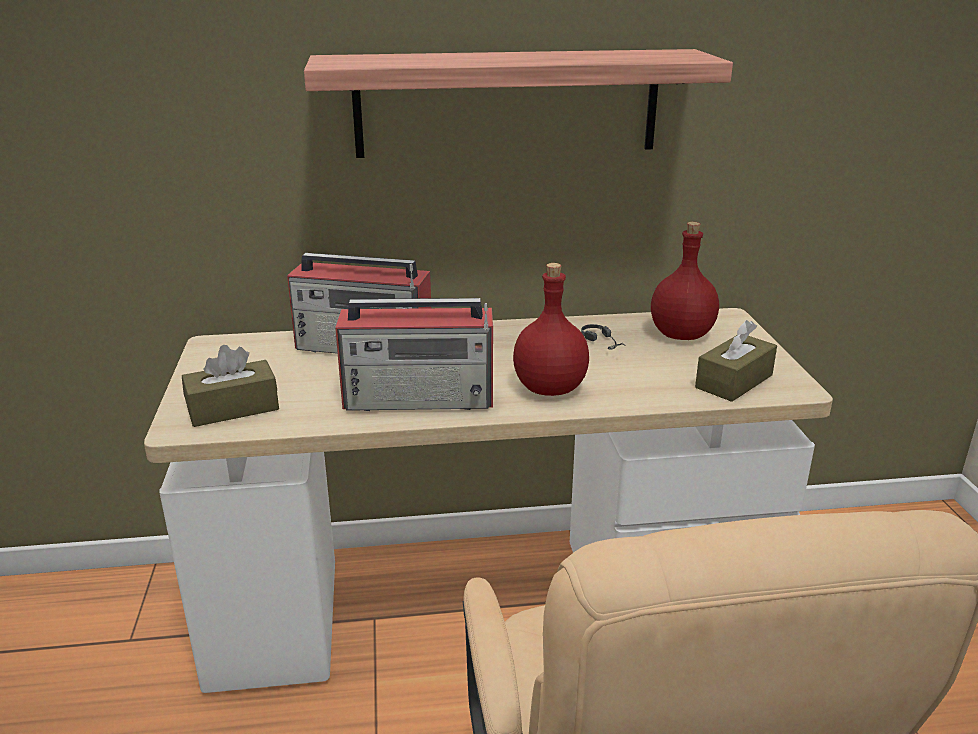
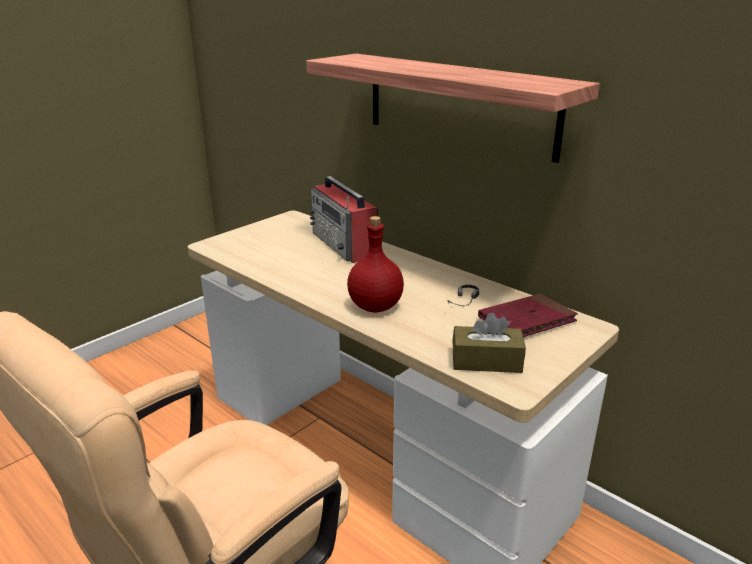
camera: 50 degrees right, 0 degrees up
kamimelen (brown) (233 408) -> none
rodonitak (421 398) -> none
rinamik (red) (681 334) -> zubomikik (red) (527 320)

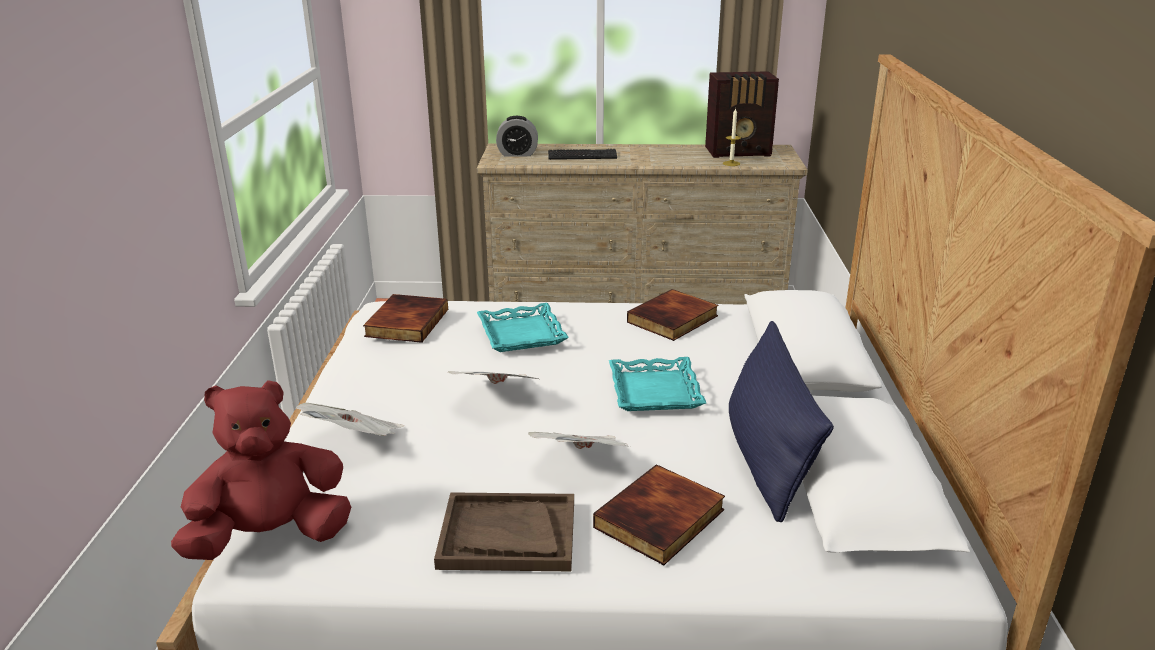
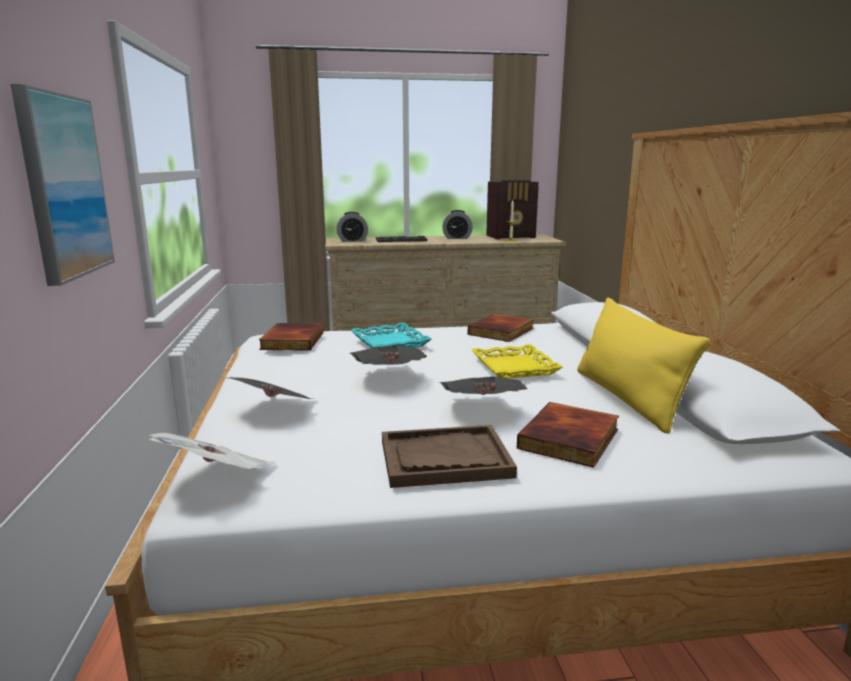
camera: 10 degrees left, 10 degrees down
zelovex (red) (271 537) -> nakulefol (218 479)
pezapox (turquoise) (654 391) -> pezapox (yellow) (513 367)
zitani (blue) (767 457) -> zitani (yellow) (627 398)
none -> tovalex (64 186)
none -> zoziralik (457 238)

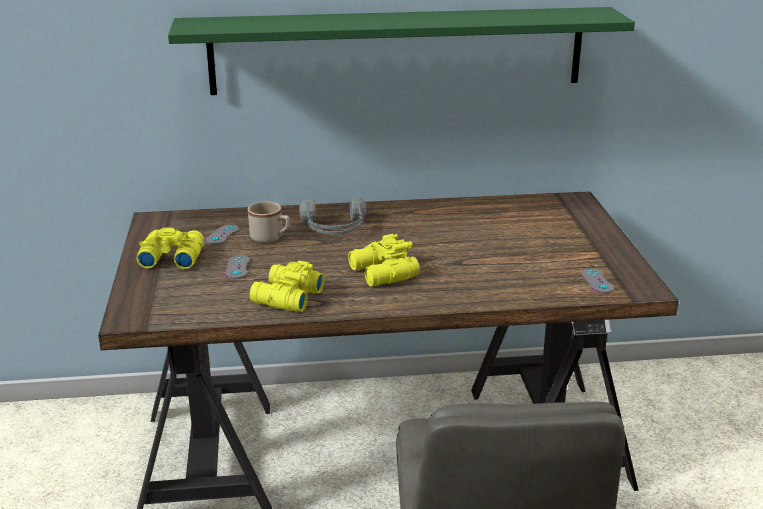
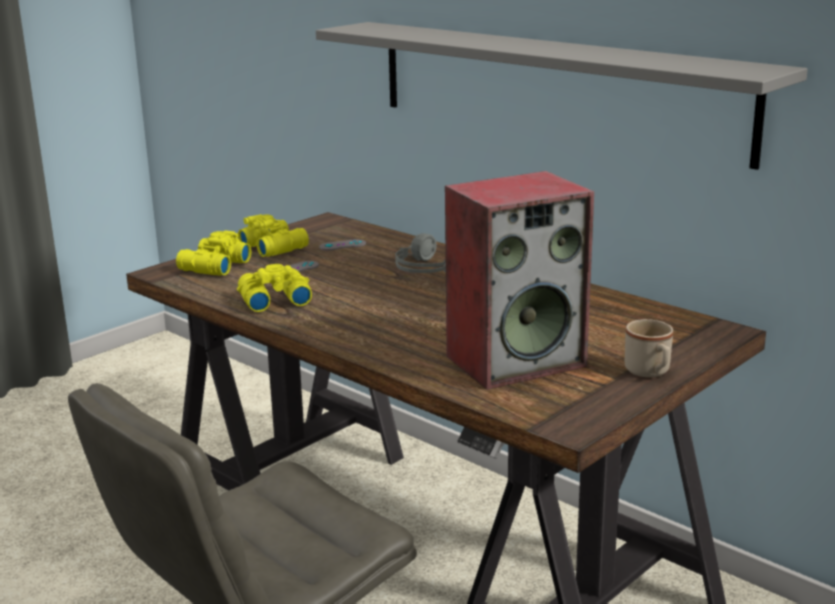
camera: 50 degrees right, 5 degrees down
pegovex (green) (397 50) -> pegovex (grey) (553 88)
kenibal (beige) (270 238) -> kenibal (beige) (650 372), moved
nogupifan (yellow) (382 274) -> nogupifan (yellow) (212 267), moved
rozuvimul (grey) (597 281) -> none
none -> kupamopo (516 360)

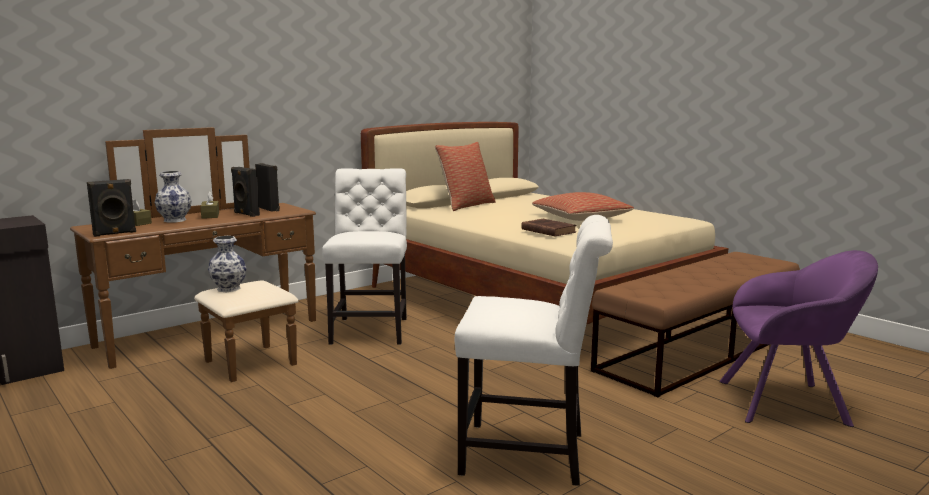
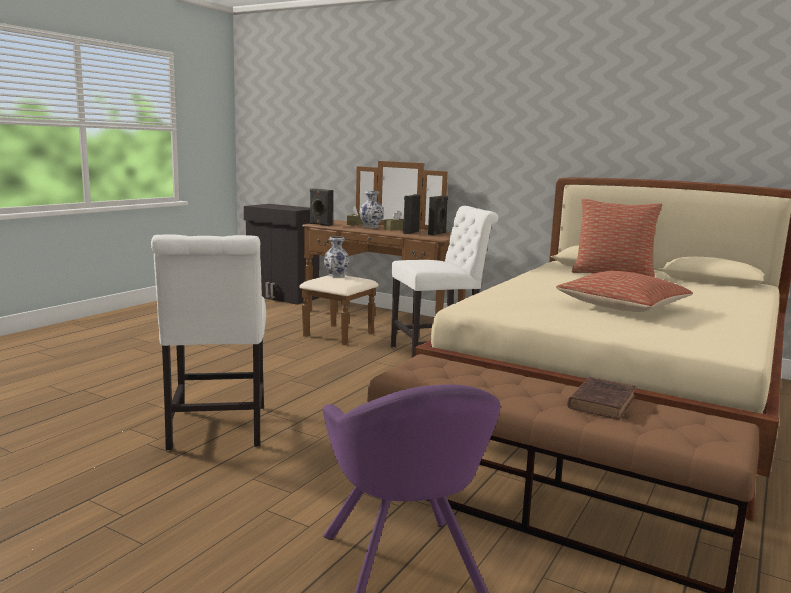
camera: 70 degrees right, 0 degrees up
zubomikik (brown) (547 231) -> zubomikik (brown) (602 402), moved

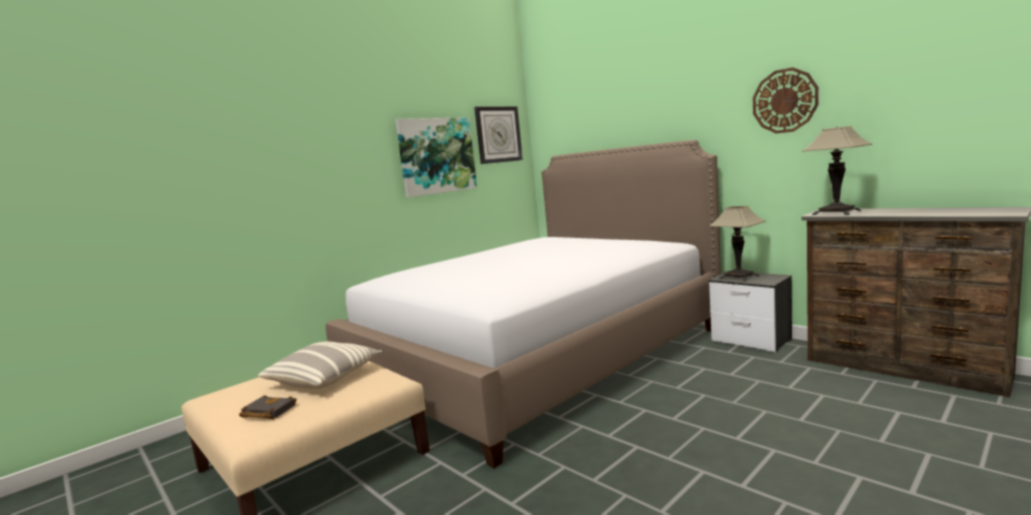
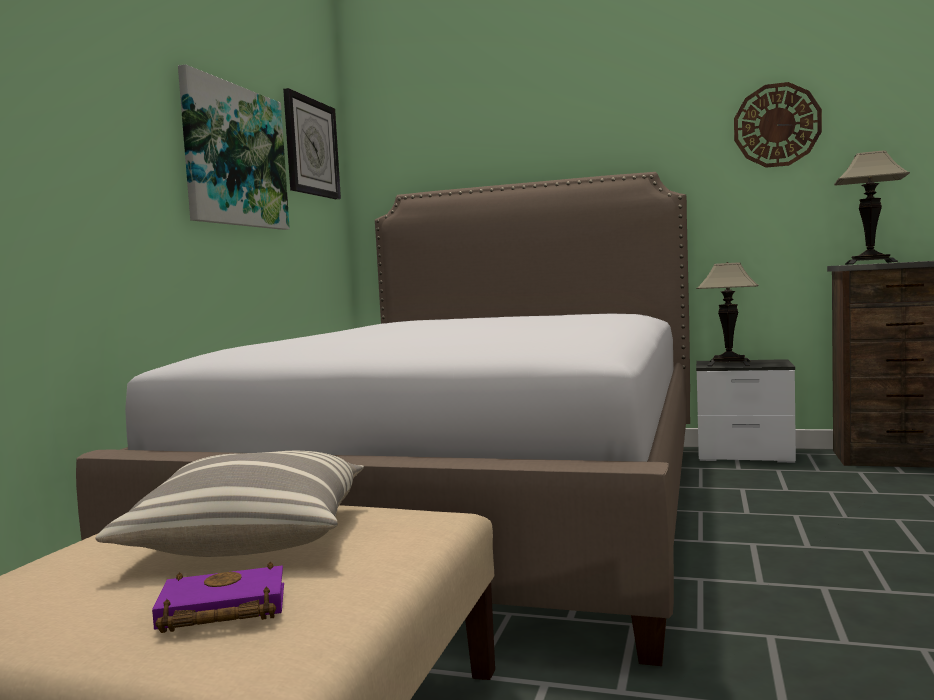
camera: 30 degrees left, 5 degrees down
zubomikik (black) (266 412) -> zubomikik (purple) (219 611)

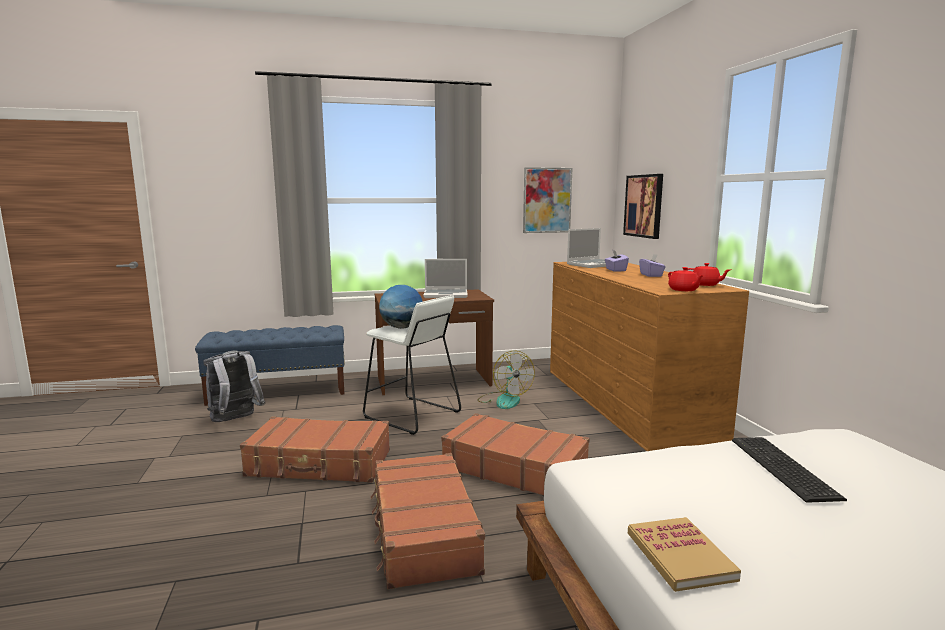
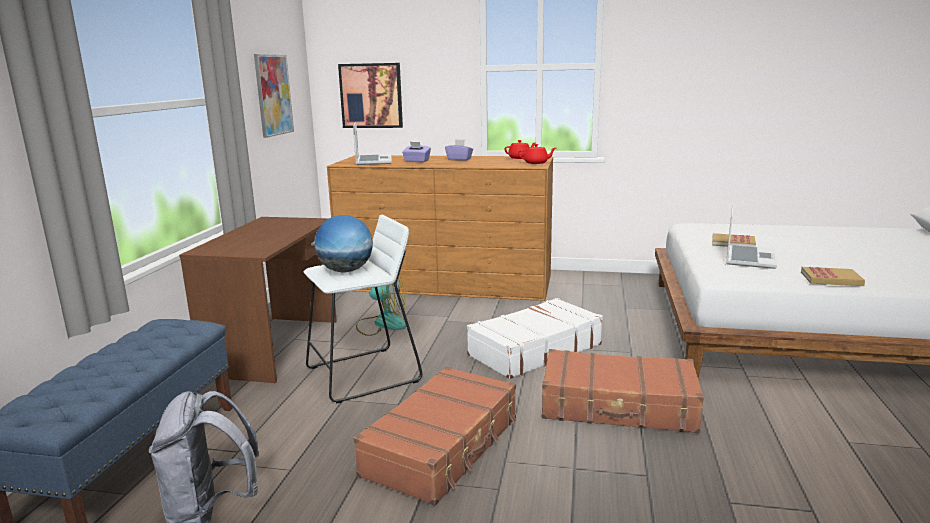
camera: 65 degrees left, 5 degrees up
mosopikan (446 295) -> mosopikan (749 258), moved
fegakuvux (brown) (514 468) -> fegakuvux (white) (534 350)
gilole (781 468) -> zubomikik (733 243)

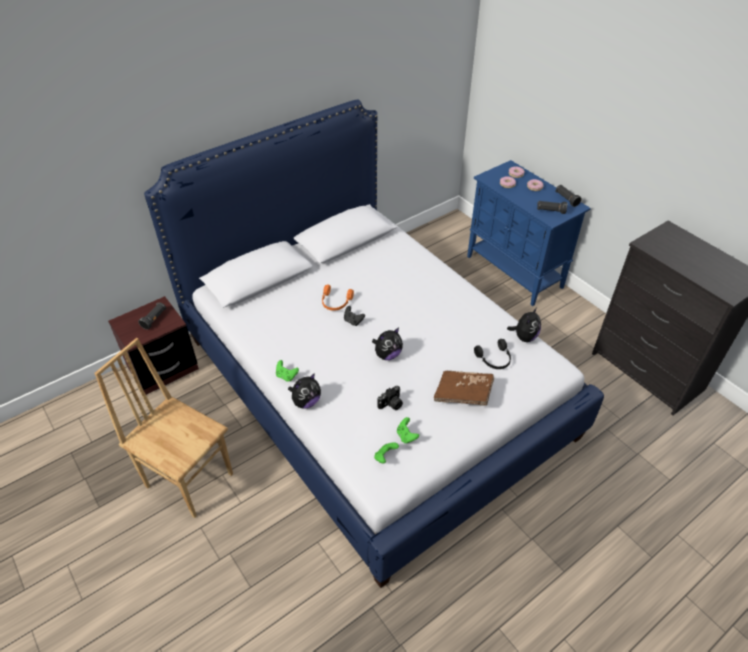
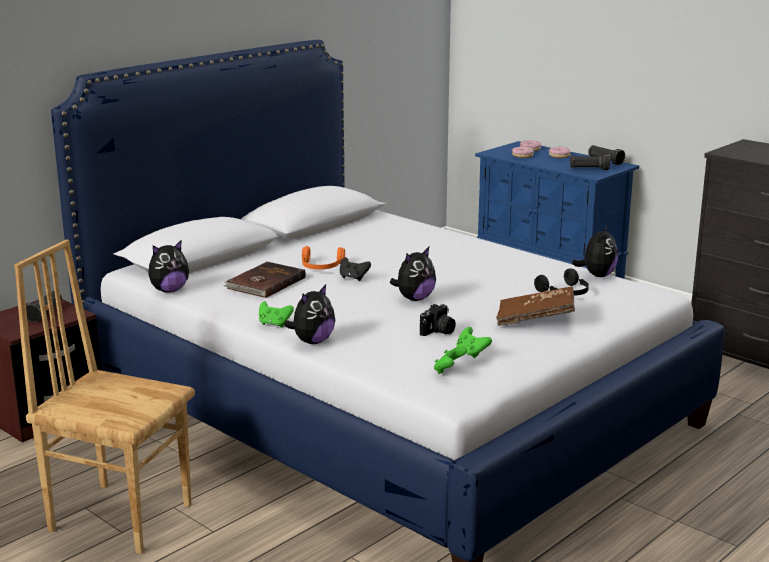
camera: 10 degrees left, 25 degrees down
none -> zelovex (169 290)
none -> zubomikik (brown) (265 283)

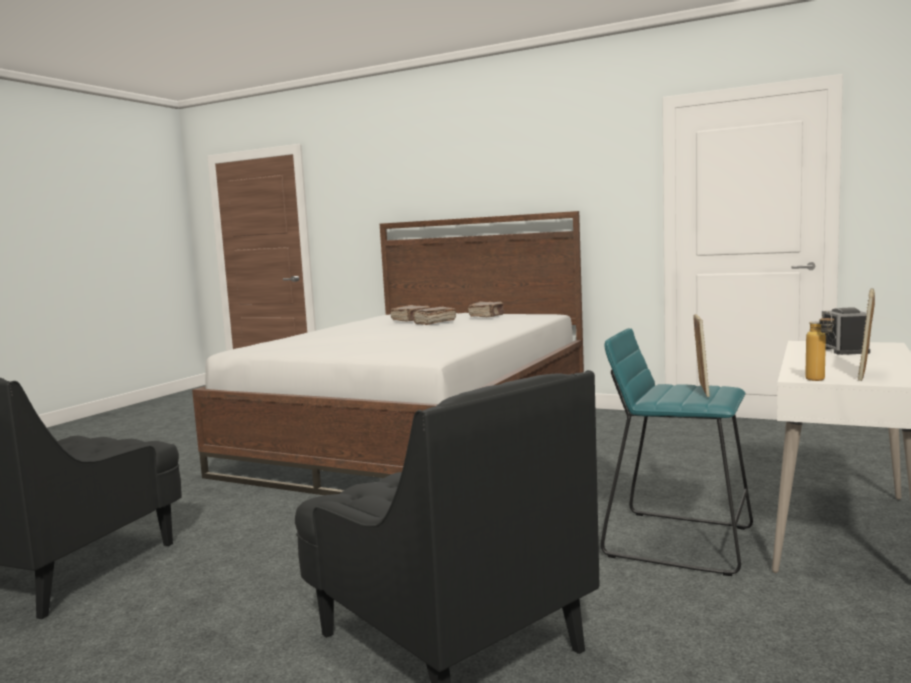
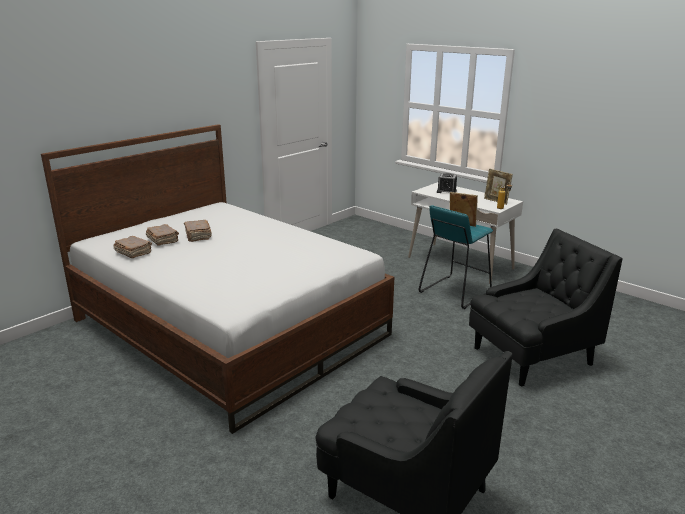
camera: 75 degrees left, 15 degrees up
zubomikik (brown) (487 316) -> zubomikik (brown) (133 253), moved

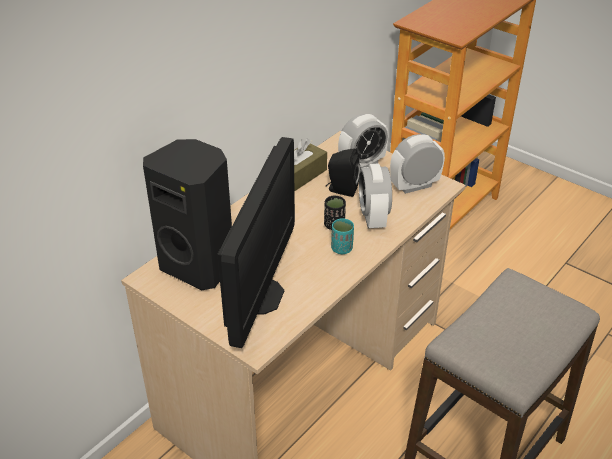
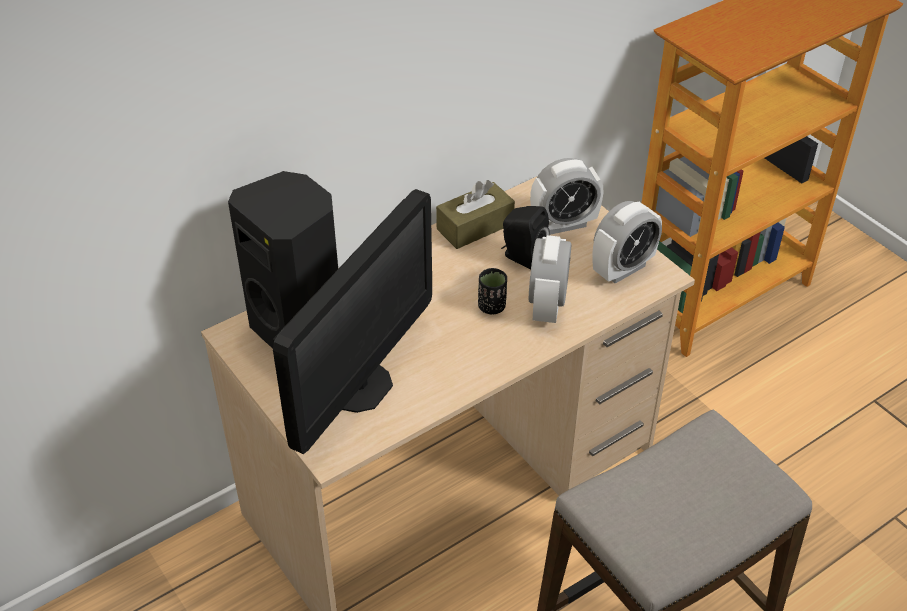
camera: 15 degrees right, 5 degrees up
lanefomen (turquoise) (342 249) -> none
zoziralik (414 186) -> zoziralik (623 269), 150 degrees clockwise

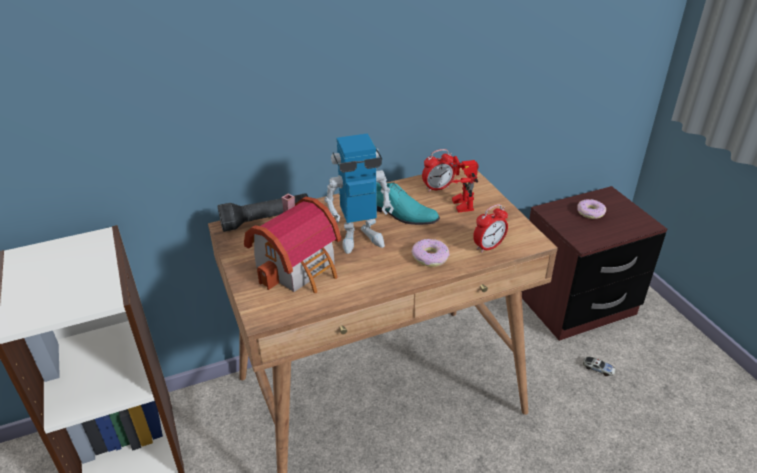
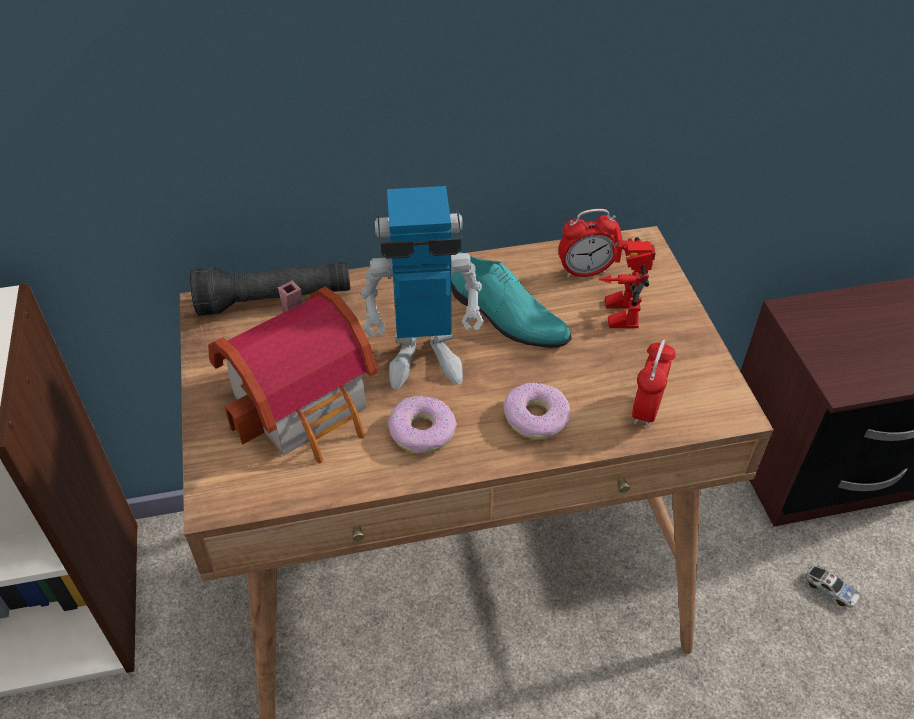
camera: 10 degrees right, 10 degrees up
zoziralik (488 247) -> zoziralik (646 410), 135 degrees clockwise
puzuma (590 213) -> puzuma (422 432), moved

